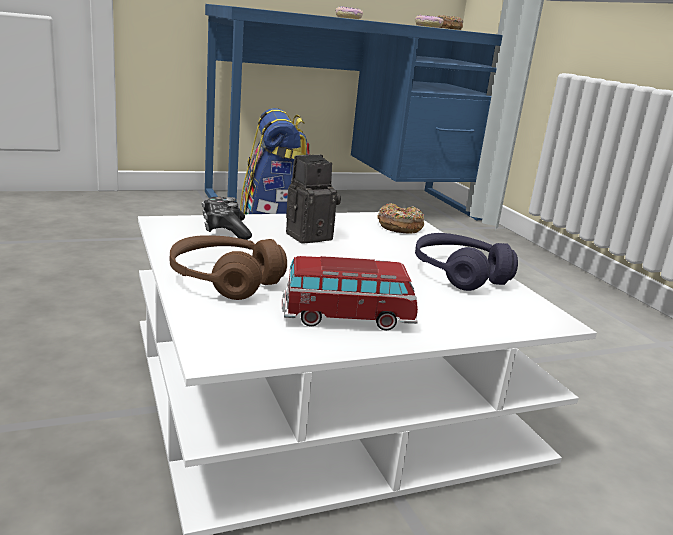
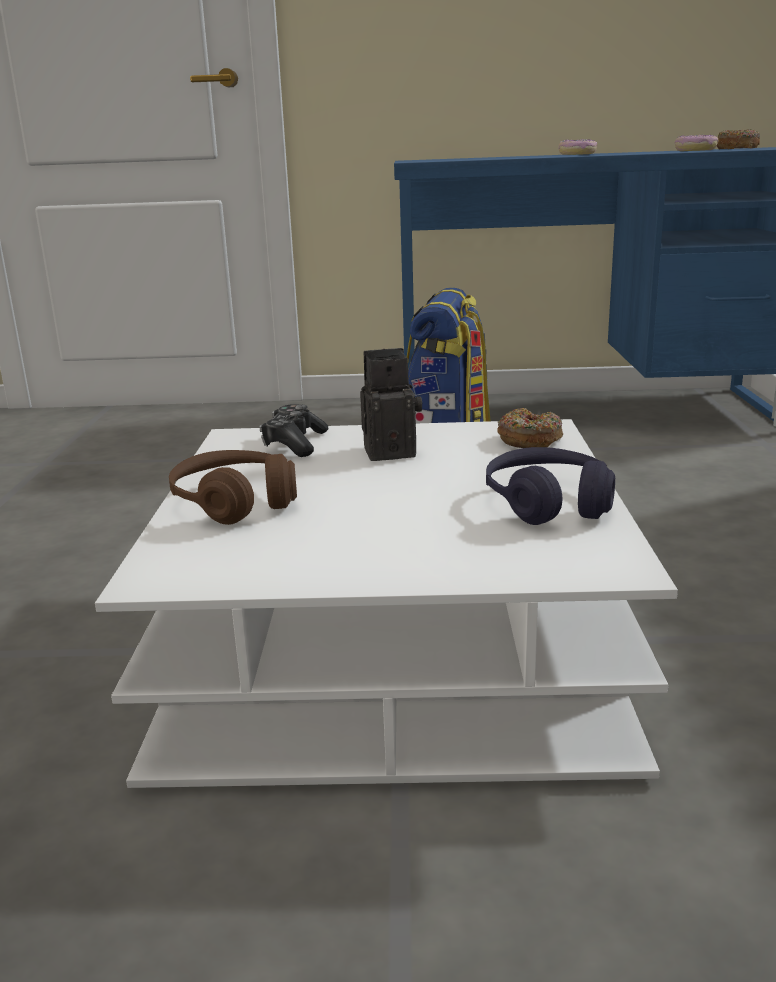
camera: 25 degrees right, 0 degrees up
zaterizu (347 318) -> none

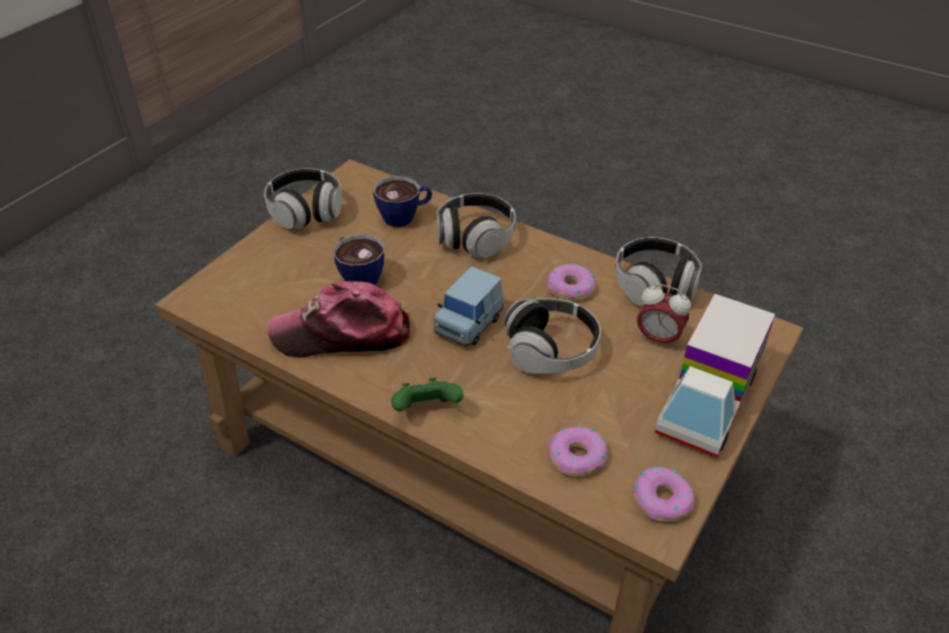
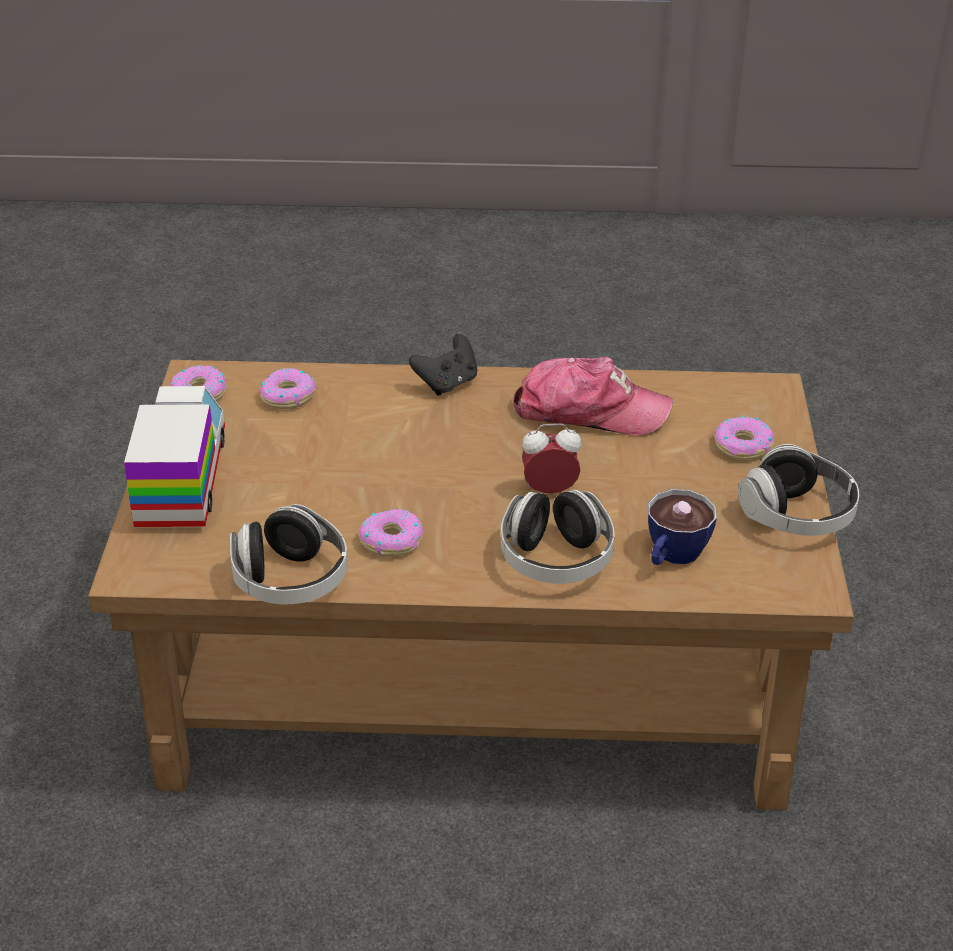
camera: 150 degrees right, 5 degrees down
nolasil (342 334) -> nolasil (589 411), 45 degrees clockwise
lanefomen (358 275) -> none
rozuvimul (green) (426 410) -> rozuvimul (black) (447 383)
zaterizu (blue) (468 324) -> none
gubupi (550 351) -> none
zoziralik (658 339) -> zoziralik (550 490), moved
none -> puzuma (743 446)

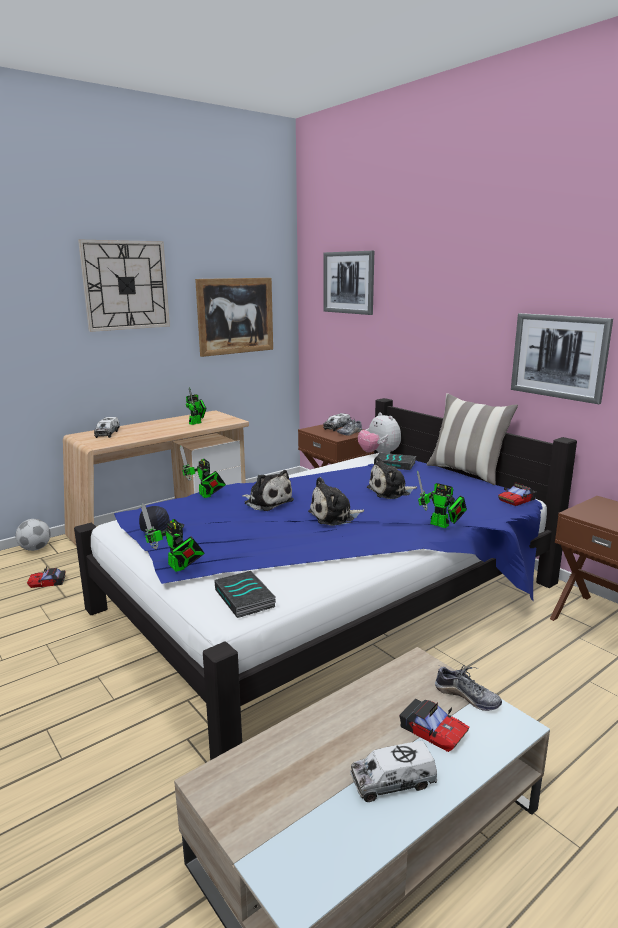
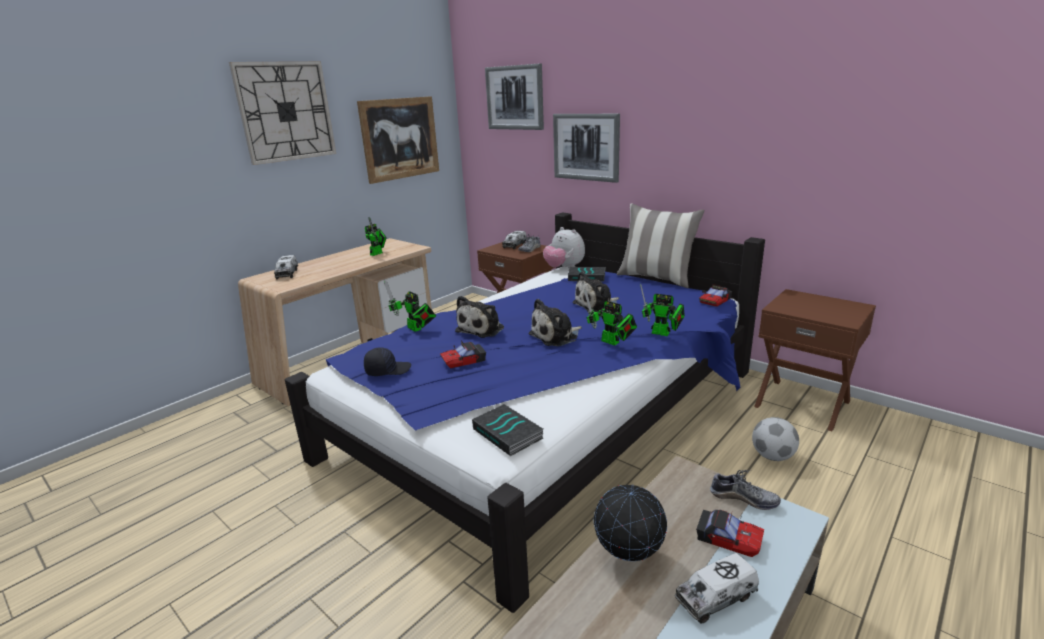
camera: 10 degrees left, 5 degrees up
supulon (35 549) -> supulon (772 456), moved
zaterizu (47 582) -> zaterizu (463 360), moved
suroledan (177 568) -> suroledan (612 342), moved
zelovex (267 502) -> zelovex (482 329), 90 degrees clockwise
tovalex (559 356) -> tovalex (586 147), moved
none -> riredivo (628 557)

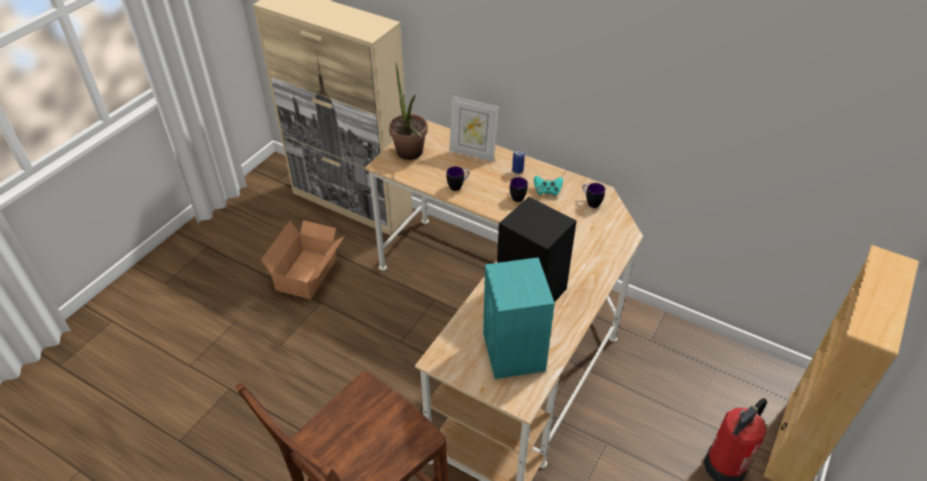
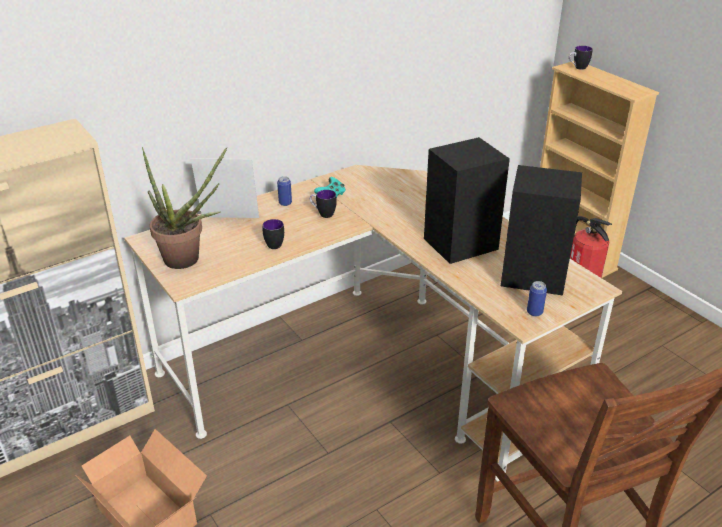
camera: 65 degrees left, 10 degrees down
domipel (472 153) -> domipel (229 220), 135 degrees counterclockwise
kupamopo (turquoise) (514 353) -> kupamopo (black) (535 275)
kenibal (591 202) -> kenibal (577 68), moved
none -> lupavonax (534 312)

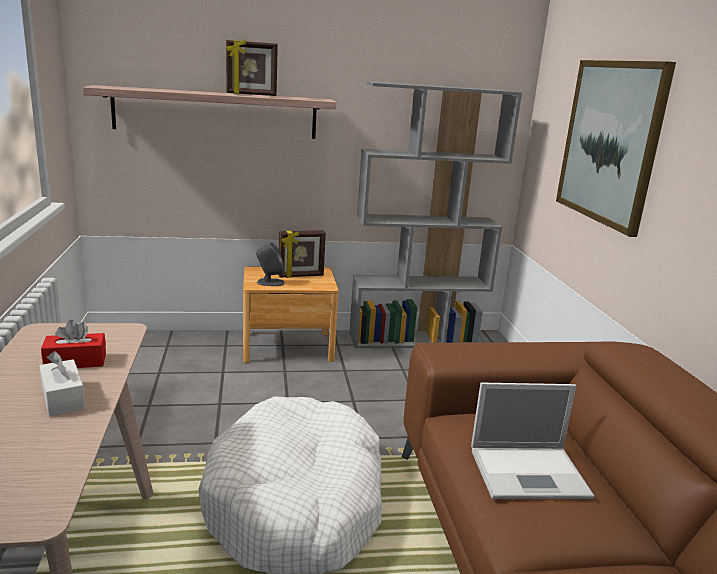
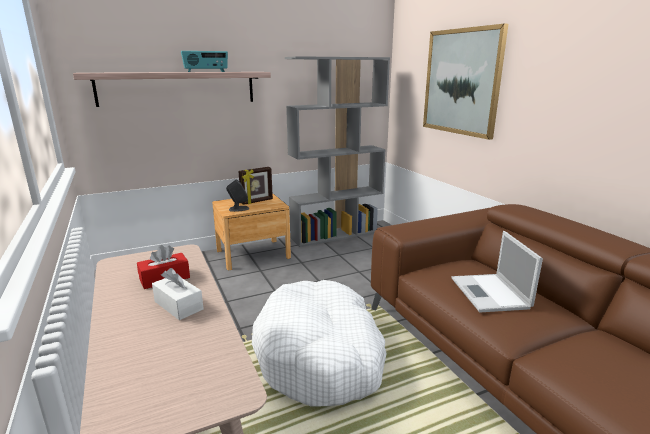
camera: 15 degrees left, 0 degrees up
domipel (251 95) -> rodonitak (206 71)
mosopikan (530 472) -> mosopikan (490 294), 105 degrees clockwise

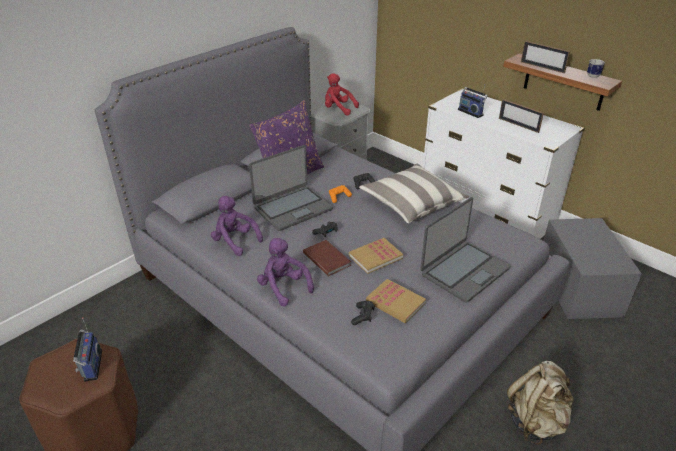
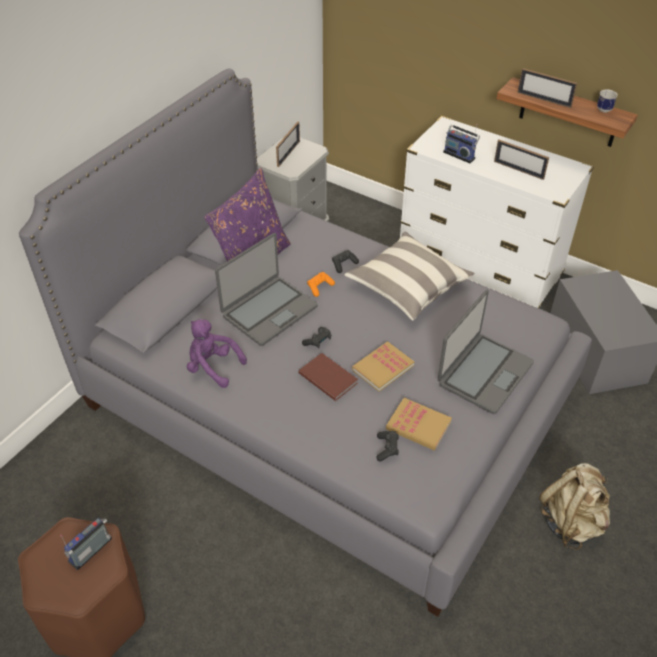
camera: 10 degrees left, 10 degrees up
rodonitak (91 366) -> rodonitak (92 552), 120 degrees counterclockwise
zelovex (purple) (283 287) -> none
zelovex (red) (338 109) -> domipel (288 153)

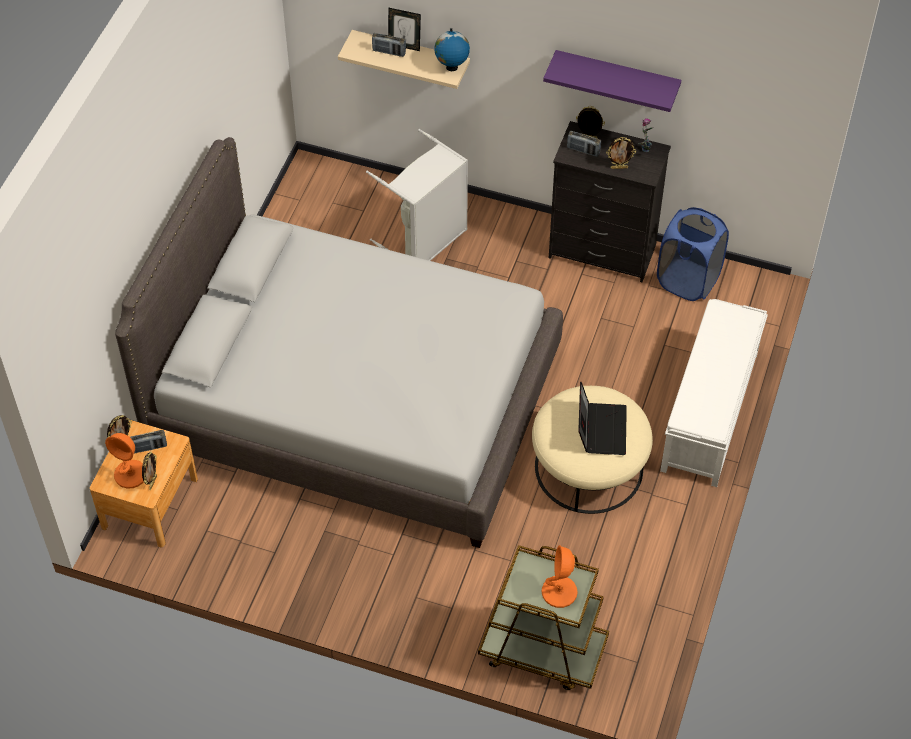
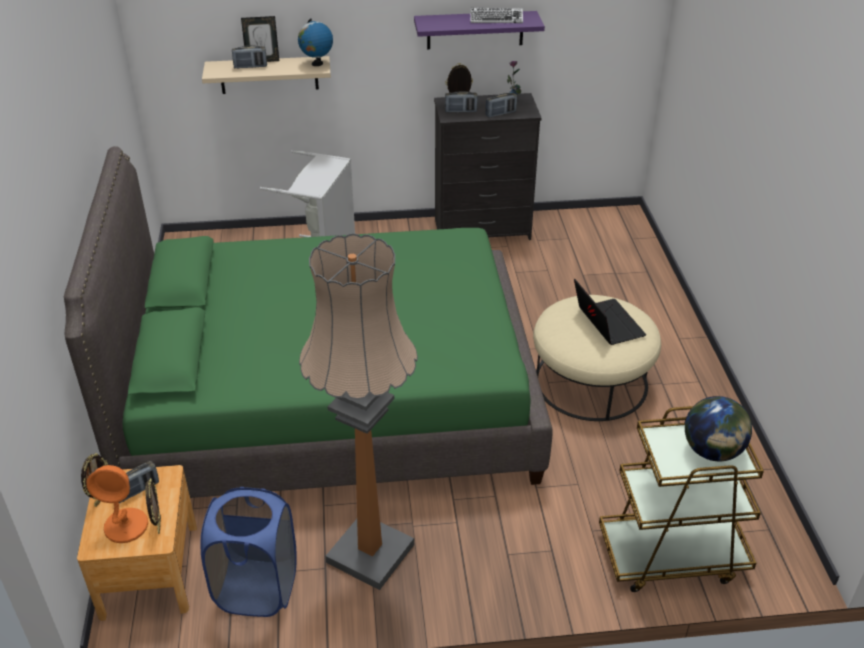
camera: 25 degrees left, 15 degrees down
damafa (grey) (354 400) -> damafa (green) (330 400)
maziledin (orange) (559 592) -> riredivo (712 451)
domipel (619 167) -> rodonitak (500 114)
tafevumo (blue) (688 280) -> tafevumo (blue) (256 588), moved
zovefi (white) (709 413) -> none
none -> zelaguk (370 553)
none -> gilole (496 19)

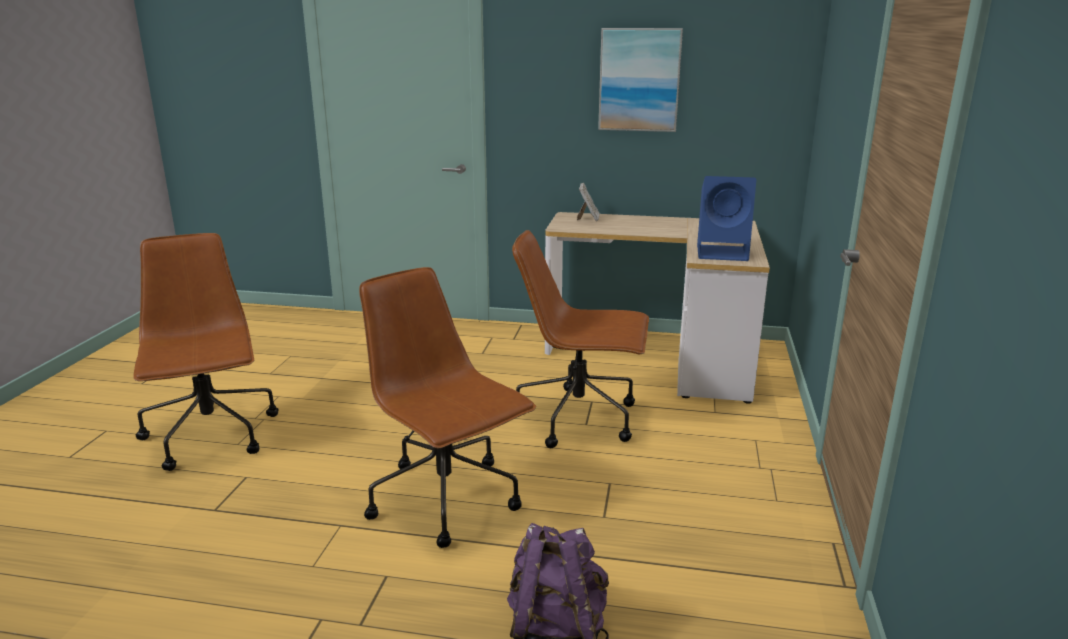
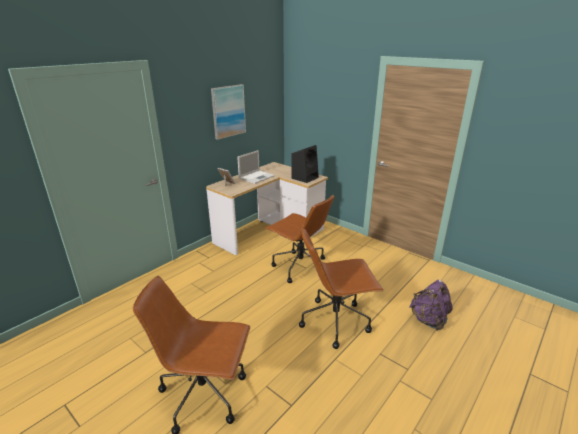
camera: 60 degrees left, 5 degrees up
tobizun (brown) (580 418) -> tobizun (brown) (299 267), 90 degrees counterclockwise
kupamopo (blue) (723 253) -> kupamopo (black) (305 177)
none -> mosopikan (257 177)

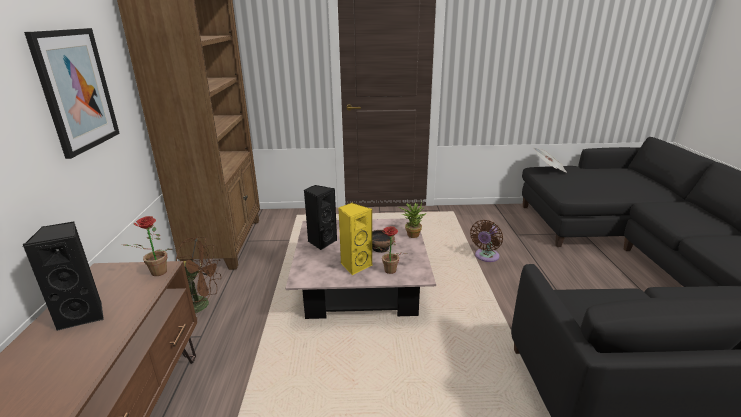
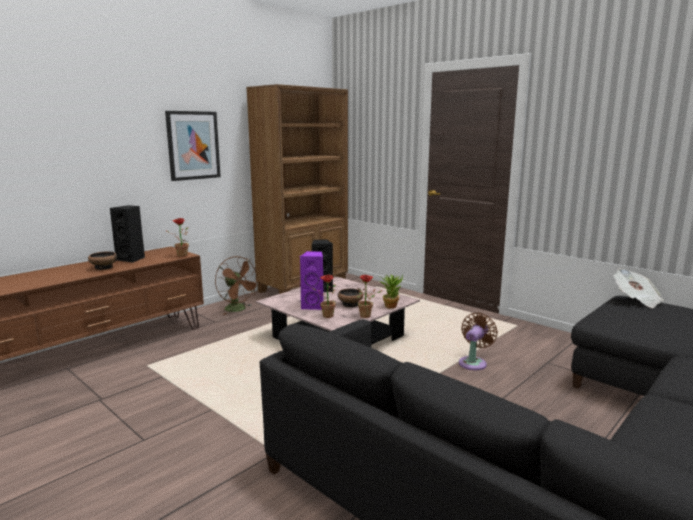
camera: 45 degrees right, 10 degrees down
kupamopo (yellow) (355 265) -> kupamopo (purple) (313 306)
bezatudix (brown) (485 257) -> bezatudix (brown) (474 362), 135 degrees clockwise
none -> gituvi (104 267)
none -> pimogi (367 316)

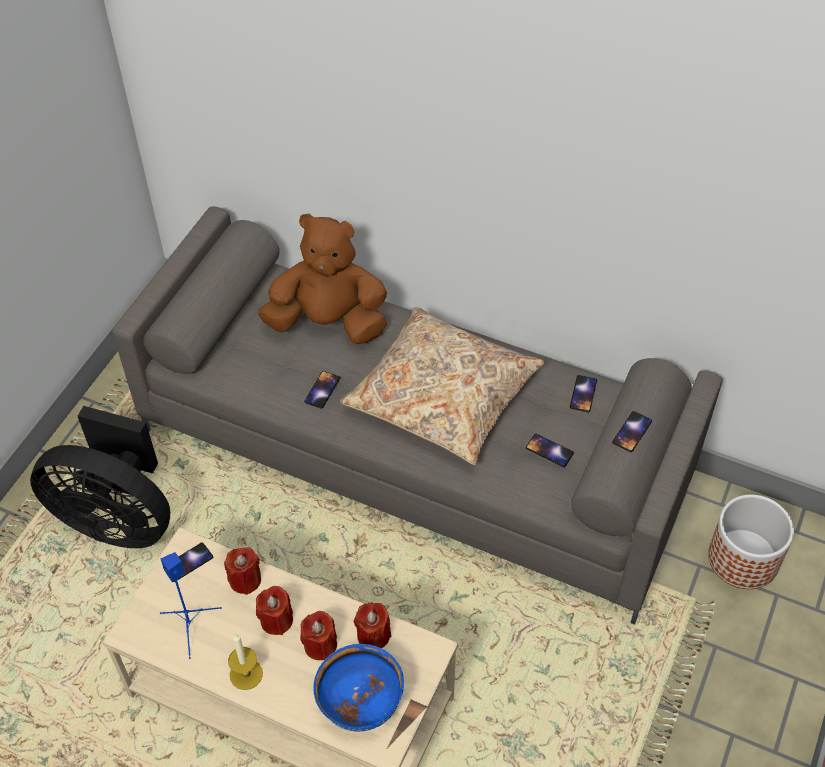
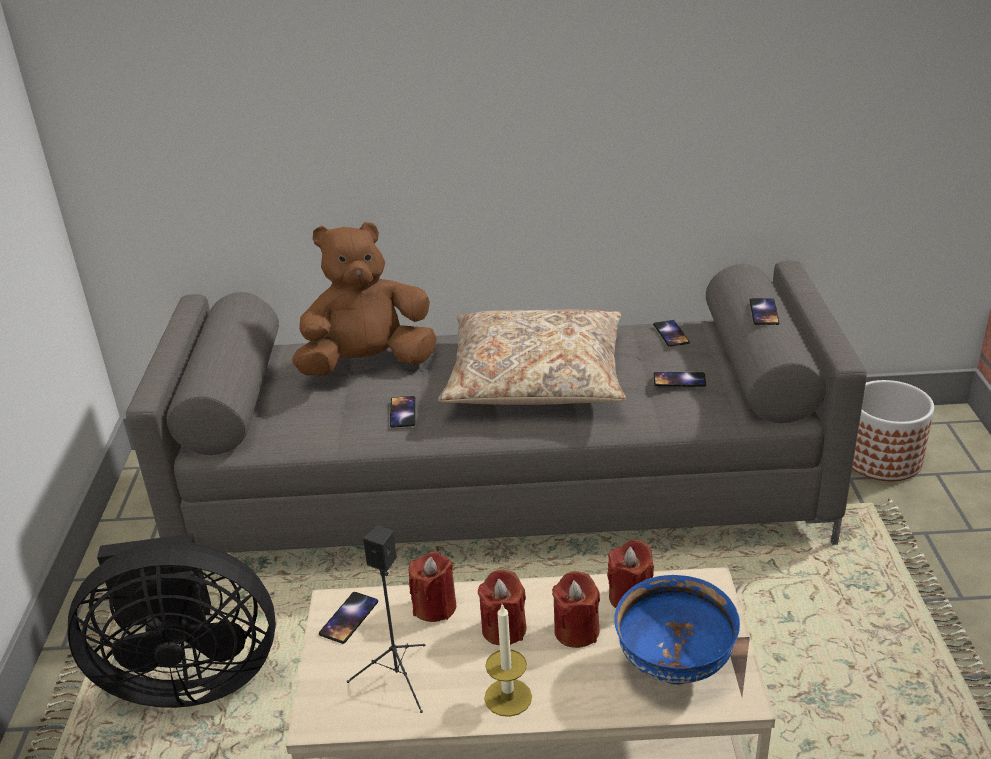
camera: 25 degrees left, 20 degrees down
kupamopo (blue) (190 627) -> kupamopo (black) (398 679)

